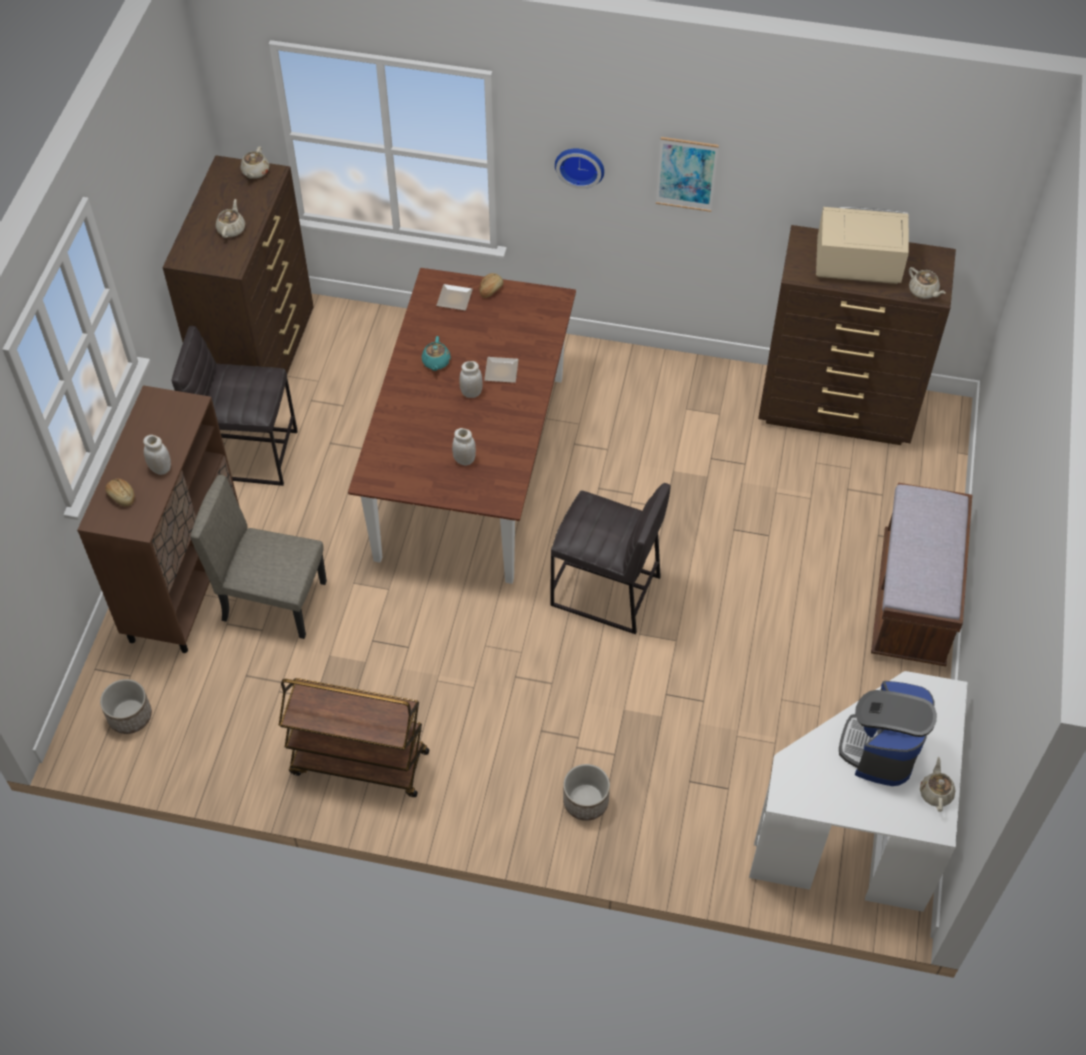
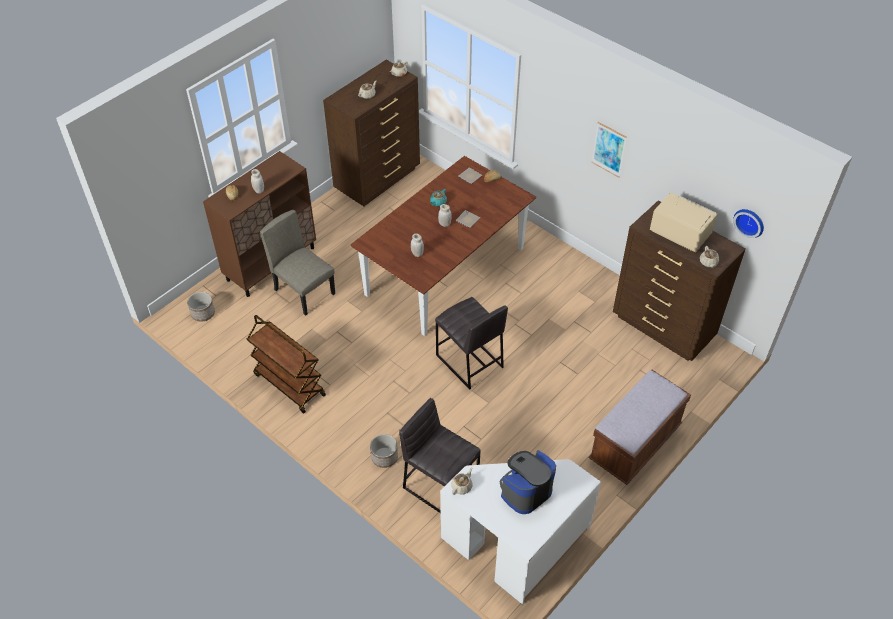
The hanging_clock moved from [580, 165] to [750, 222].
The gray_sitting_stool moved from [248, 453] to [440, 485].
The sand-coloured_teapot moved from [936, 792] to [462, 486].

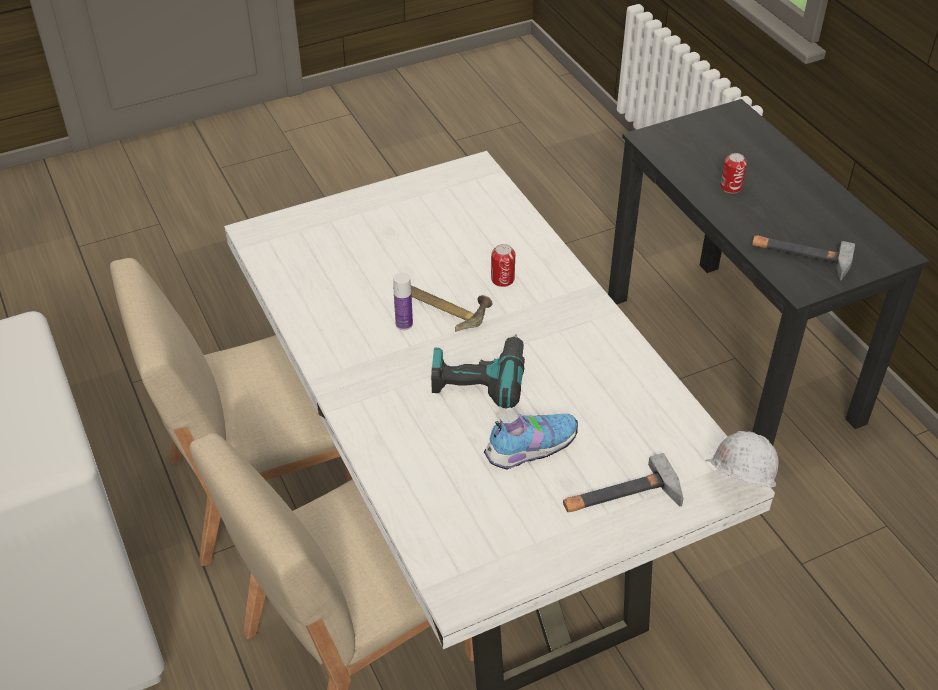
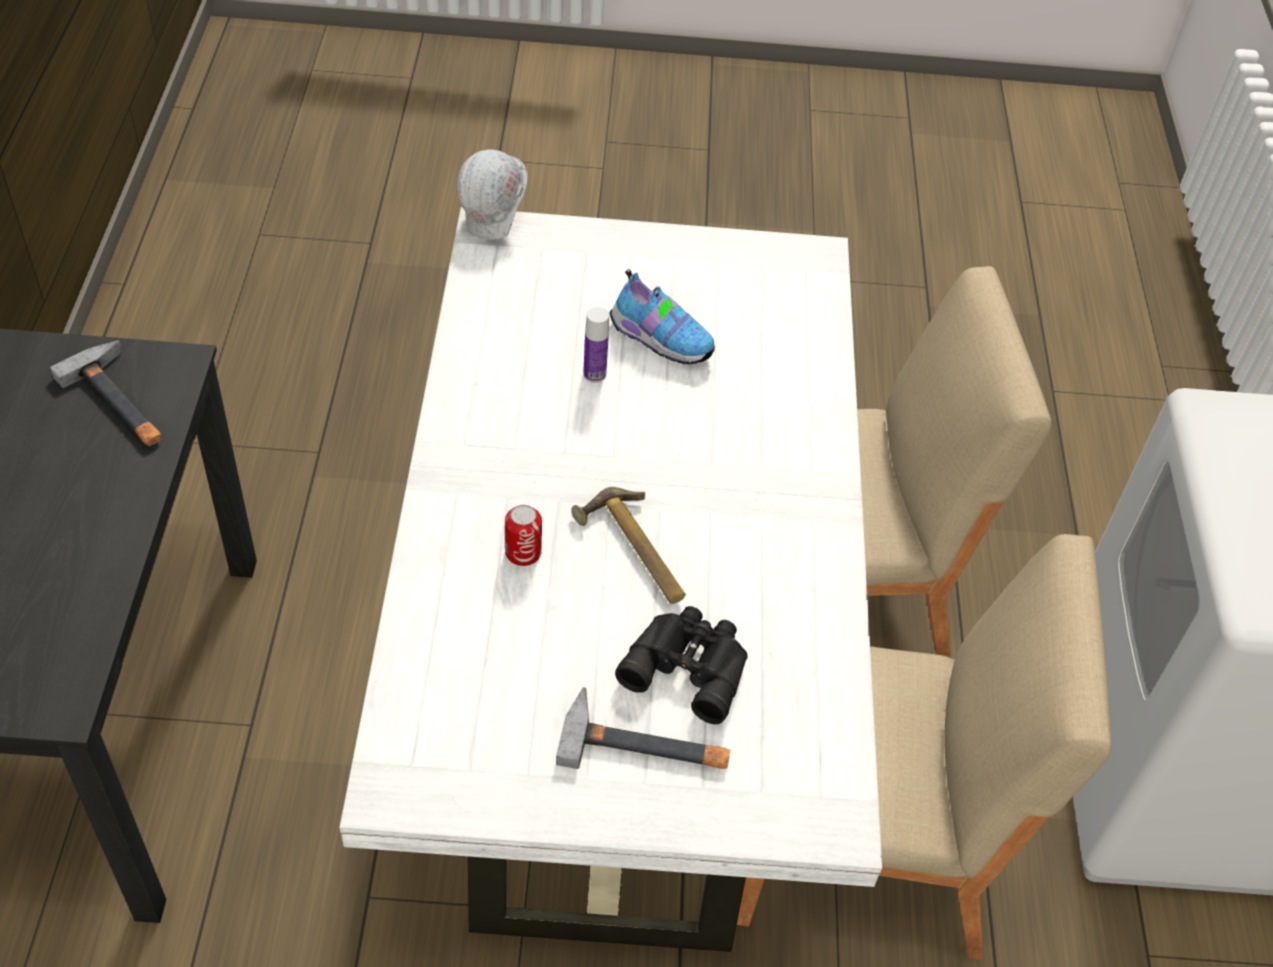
The can at [731, 187] disappeared.
The beverage_bottle moved from [404, 324] to [594, 374].
The electric_drill at [478, 377] disappeared.
The item_of_footwear at [529, 449] turned 150 degrees counterclockwise.
The tool_hammer moved from [621, 497] to [646, 744].
The black_pair_of_binoculars at [688, 665] appeared.

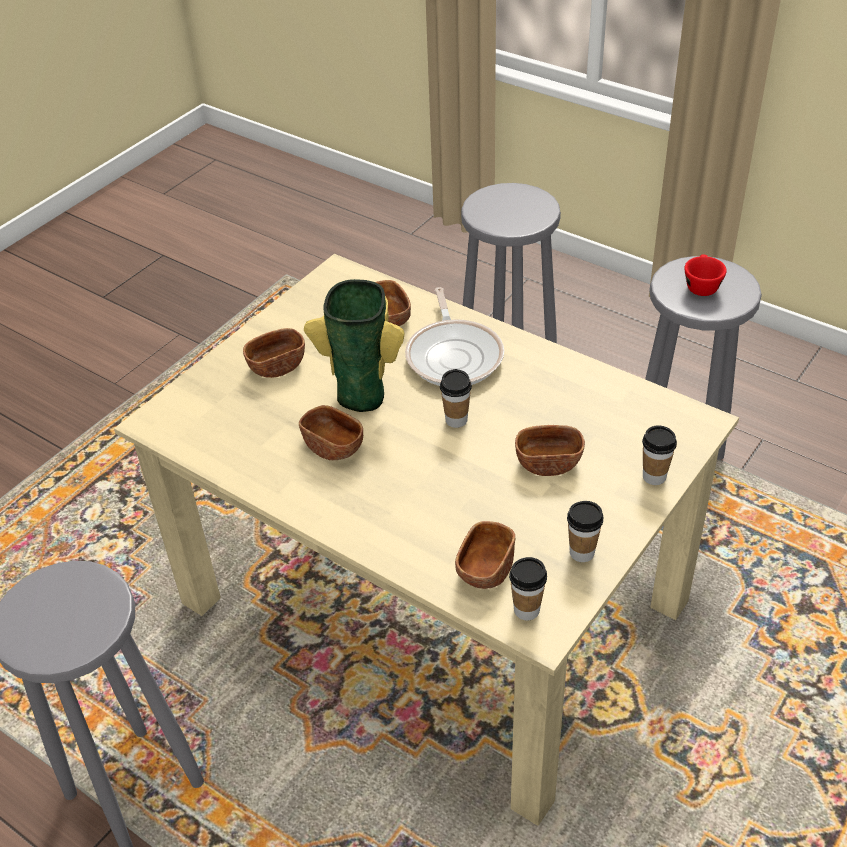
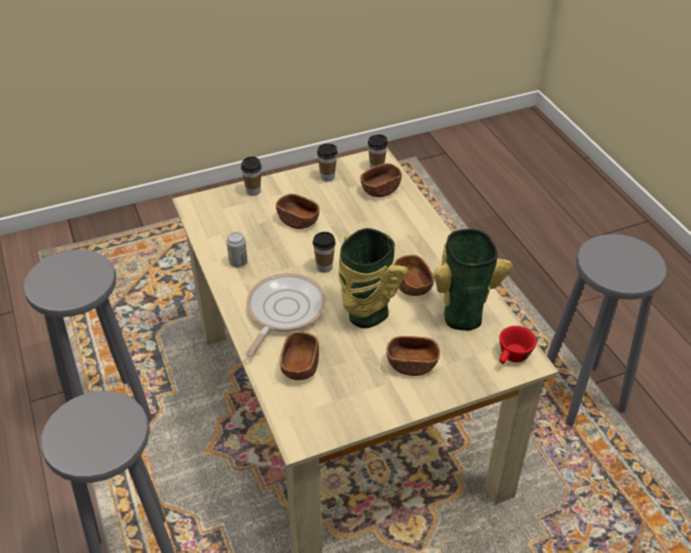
The reddish_small_cup moved from [701, 285] to [512, 357].
The vase at [461, 313] appeared.
The can at [238, 262] appeared.

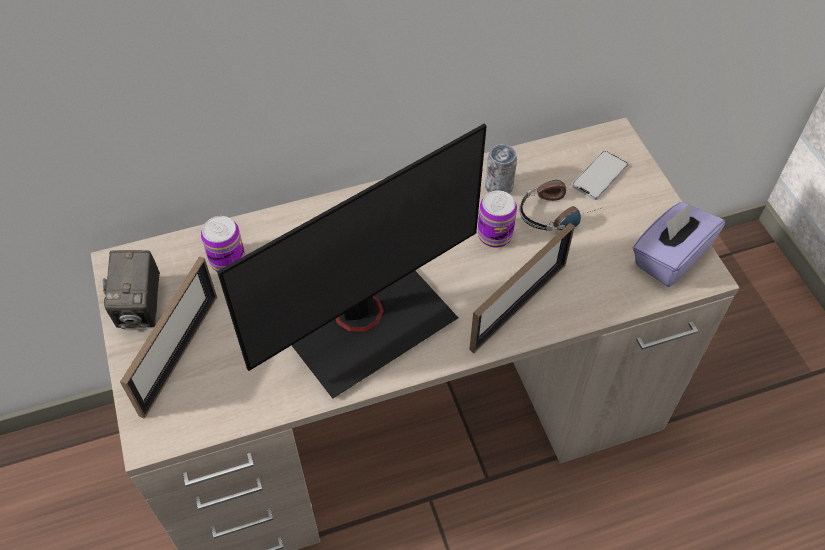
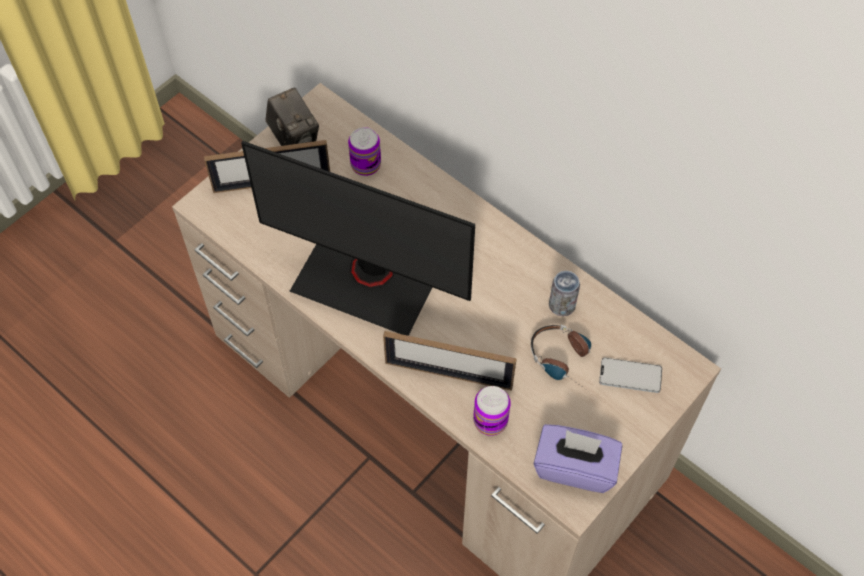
The can moved from [494, 235] to [490, 421].
The still_camera at [141, 307] turned 90 degrees counterclockwise.

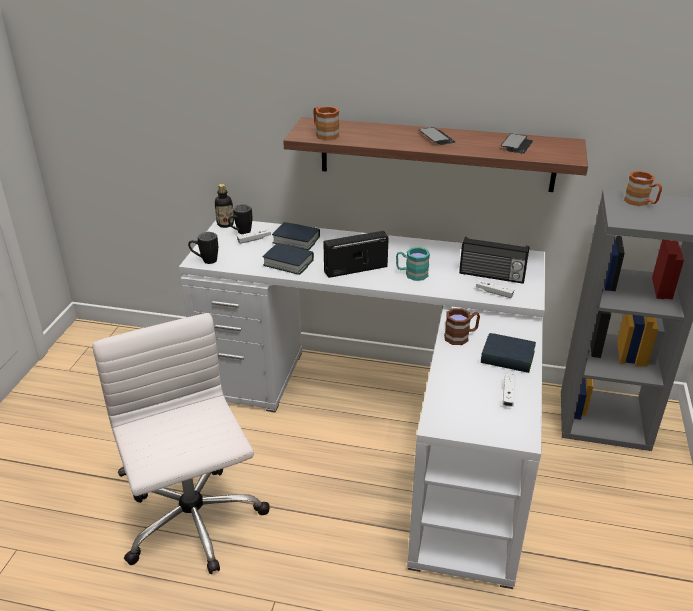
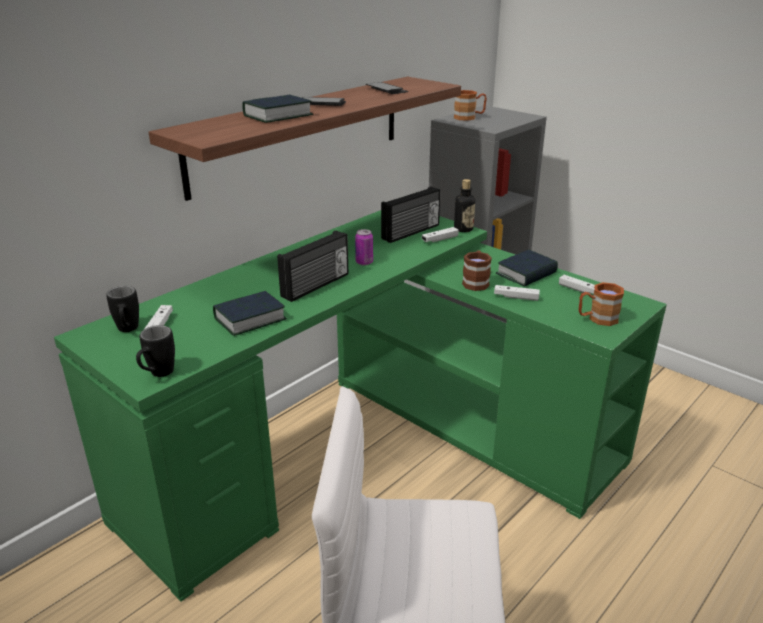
The brownish_tea_mug moved from [324, 134] to [597, 319].
The beverage_bottle moved from [225, 224] to [463, 229].
The white-coloured_desk at [390, 422] became the green_desk at [376, 446].
The bound_book moved from [296, 240] to [277, 115].
The radio at [355, 268] turned 150 degrees counterclockwise.
The blue-green_tea_mug at [411, 274] was replaced by the can at [364, 262].
The white-coloured_joypad at [516, 297] appeared.

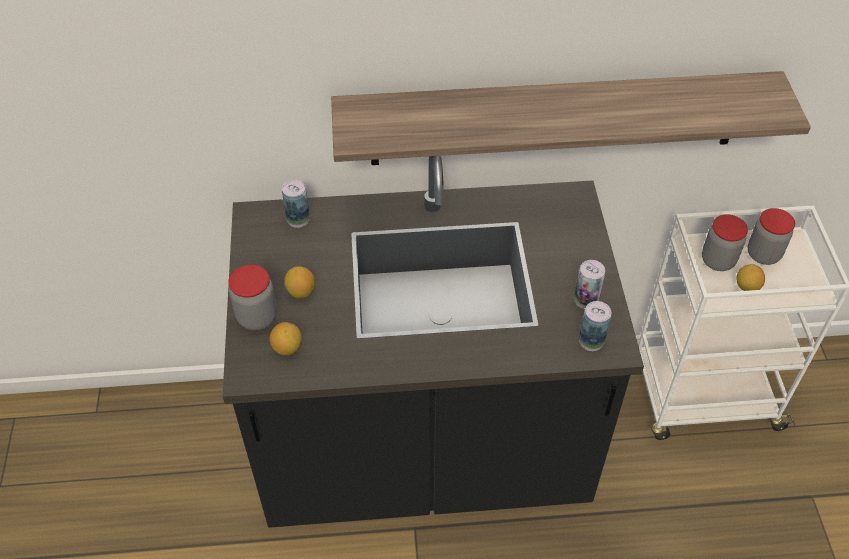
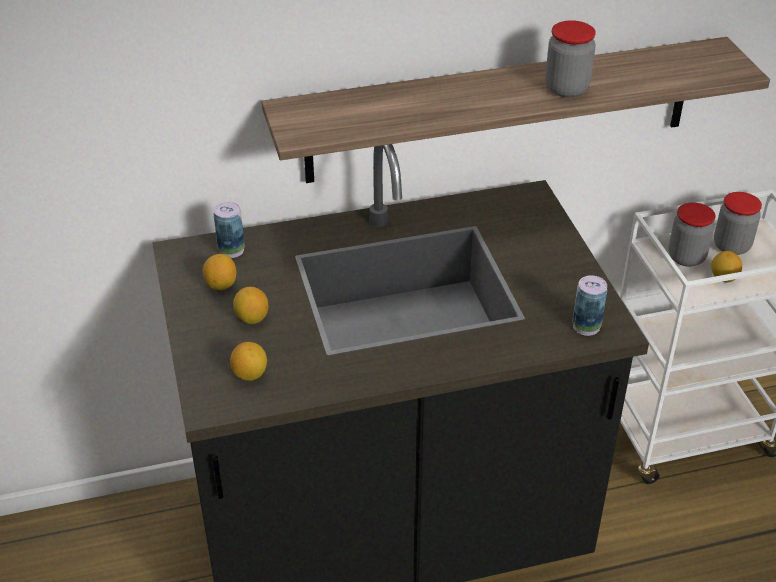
The can at [586, 300] disappeared.
The jar moved from [257, 317] to [566, 88].
The citrus_fruit at [221, 285] appeared.

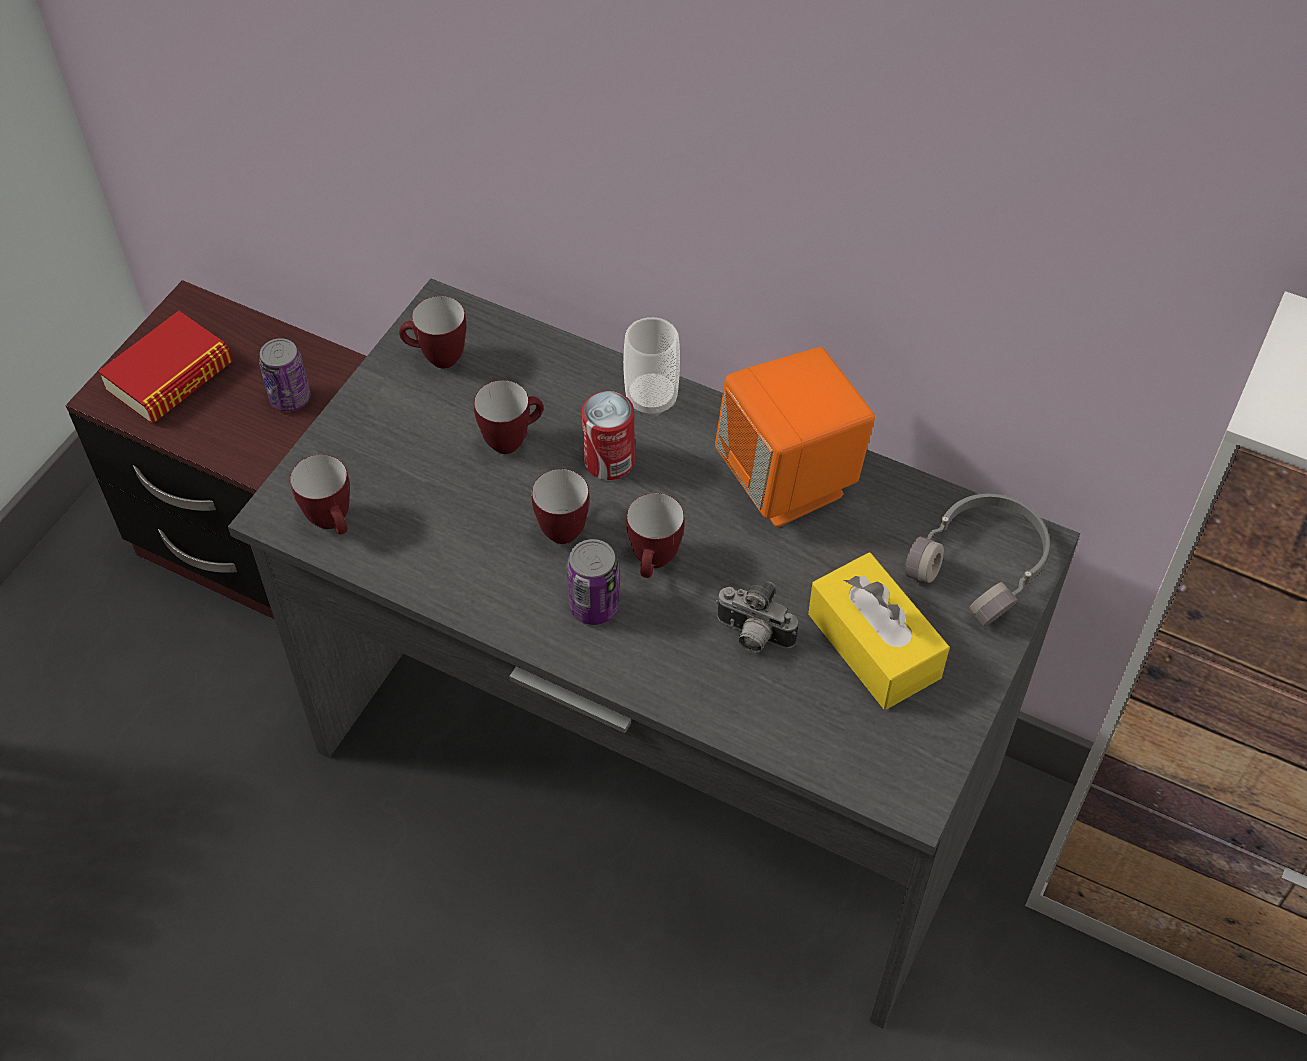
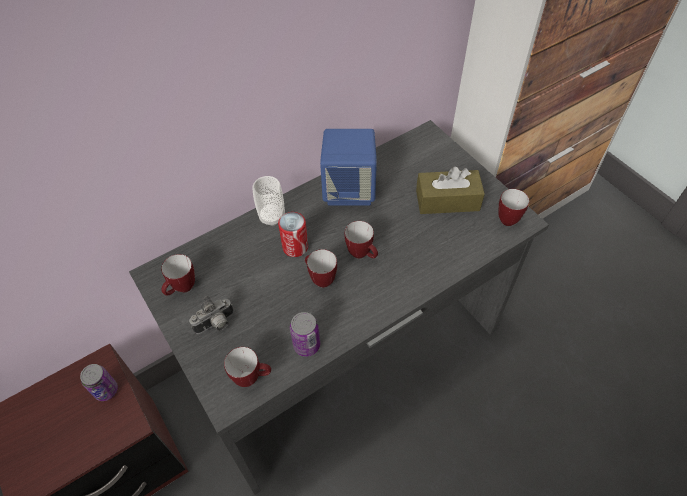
The bound_book at [170, 377] disappeared.
The orangey_loudspeaker at [789, 481] became the blue_loudspeaker at [349, 190].
The tea_mug moved from [512, 440] to [506, 217].
The gray_headphones at [982, 565] disappeared.
The can moved from [594, 606] to [306, 345].
The yellow_box_of_tissues at [874, 645] became the brownish_box_of_tissues at [447, 200].
The still_camera moved from [752, 636] to [216, 324].

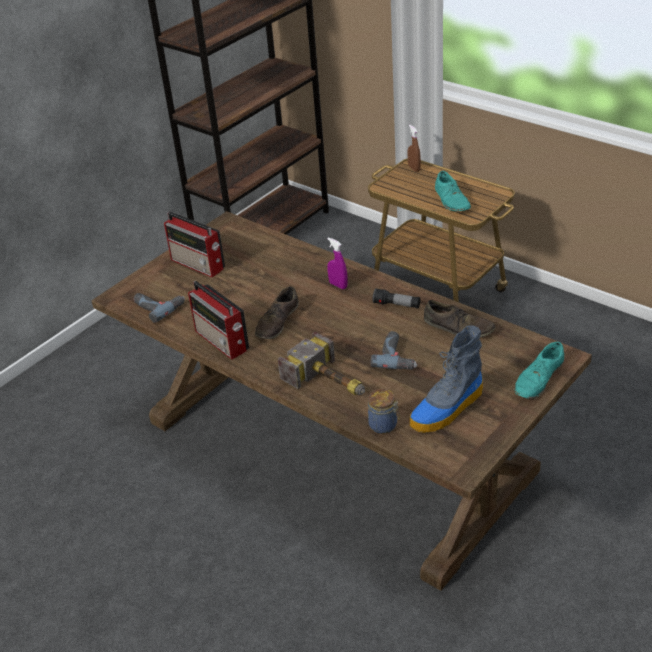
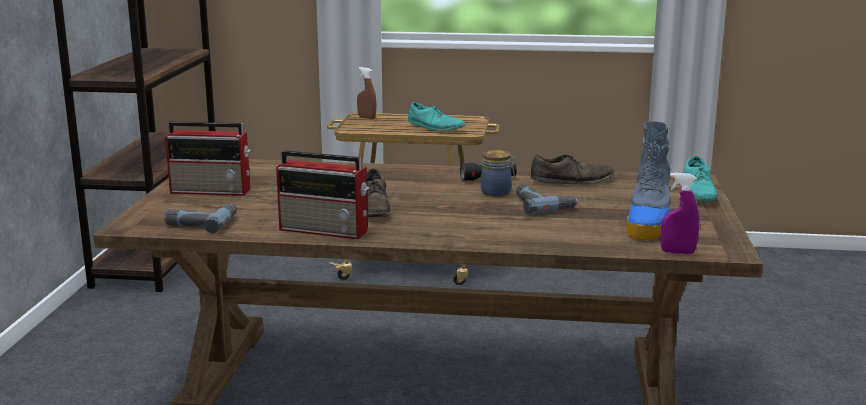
The purplish_spray_bottle moved from [338, 285] to [677, 252].
The tool_hammer at [331, 383] disappeared.
The jar moved from [384, 425] to [497, 193].

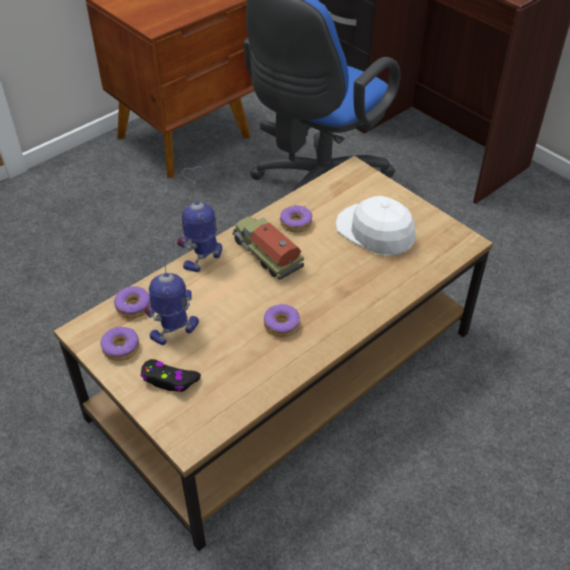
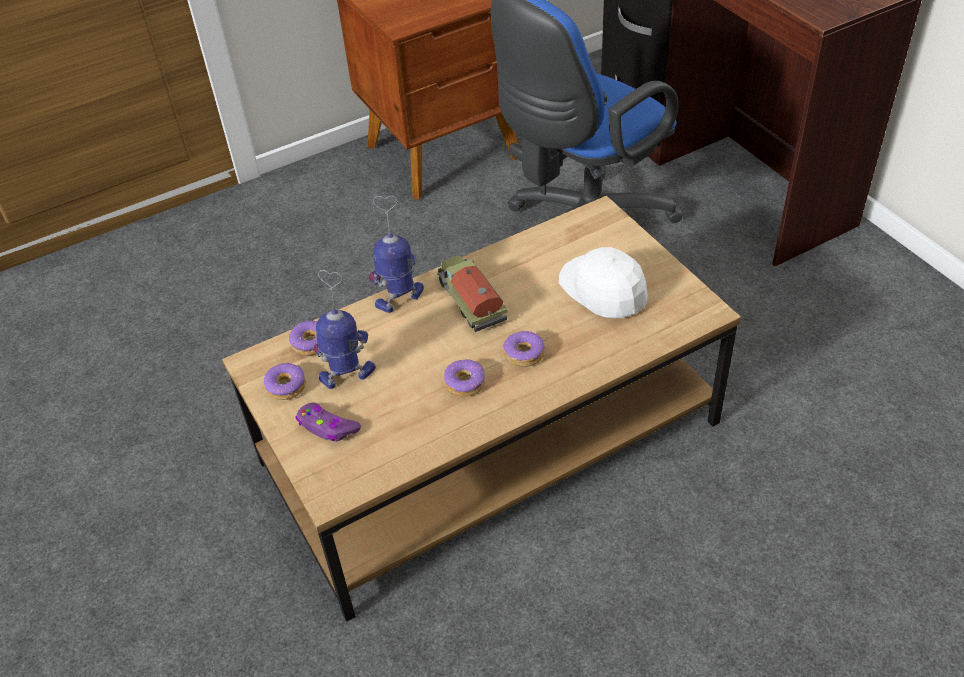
The ring_doughnut moved from [295, 223] to [523, 354].
The black_joypad at [169, 380] became the purplish_joypad at [327, 427].

